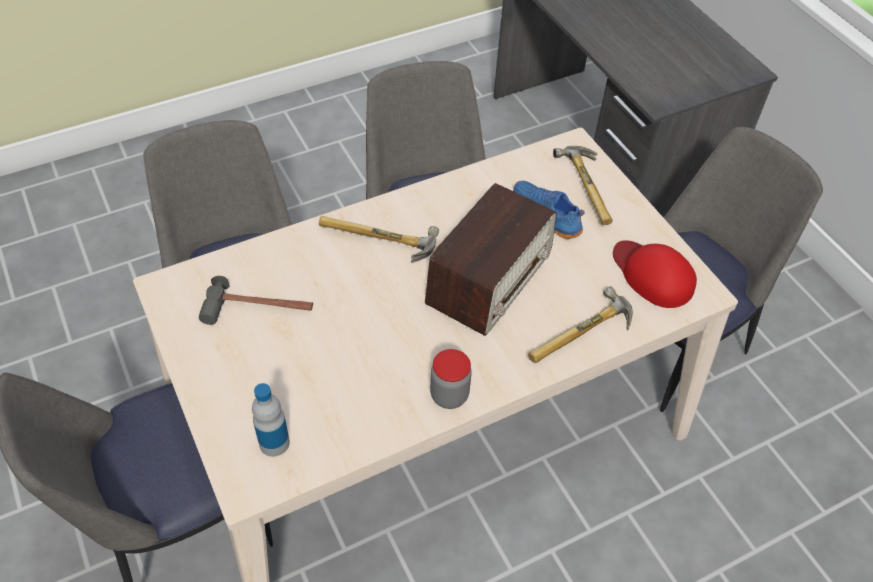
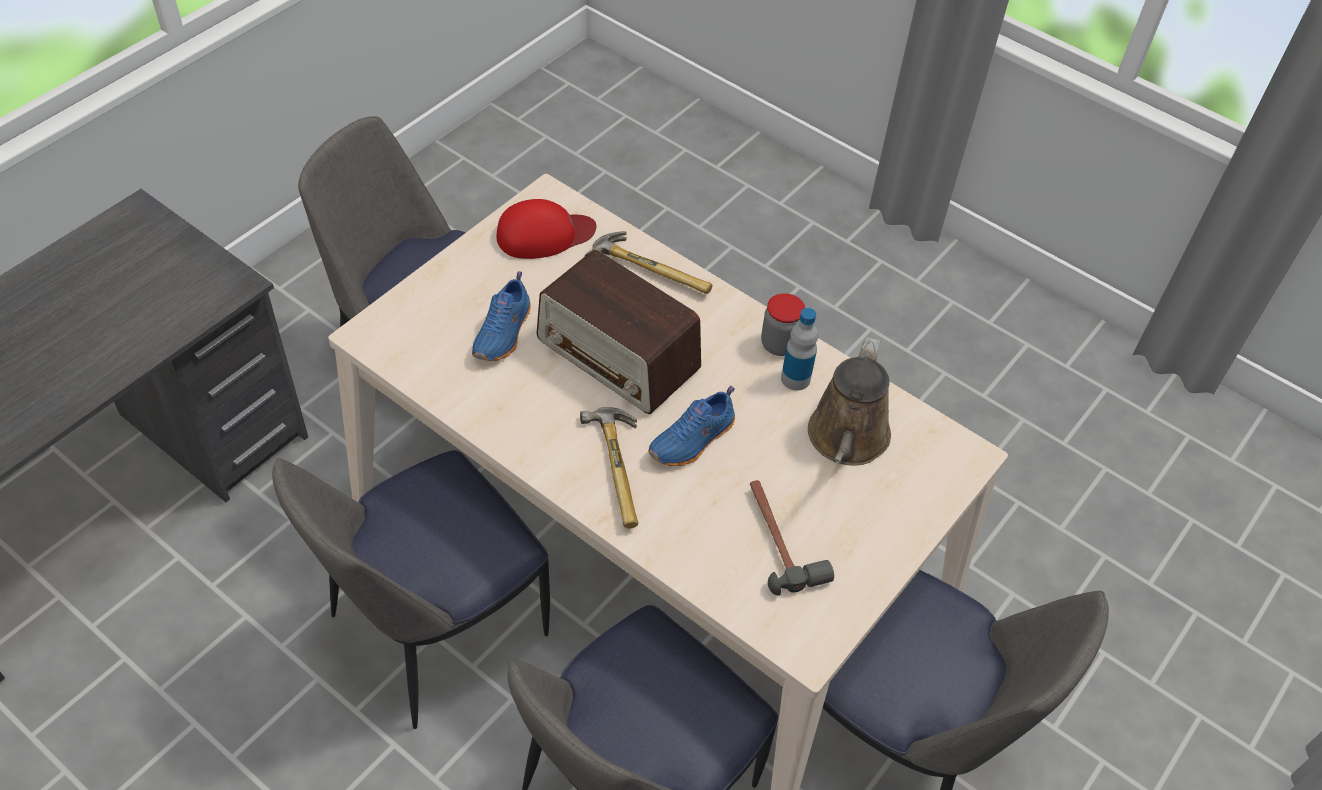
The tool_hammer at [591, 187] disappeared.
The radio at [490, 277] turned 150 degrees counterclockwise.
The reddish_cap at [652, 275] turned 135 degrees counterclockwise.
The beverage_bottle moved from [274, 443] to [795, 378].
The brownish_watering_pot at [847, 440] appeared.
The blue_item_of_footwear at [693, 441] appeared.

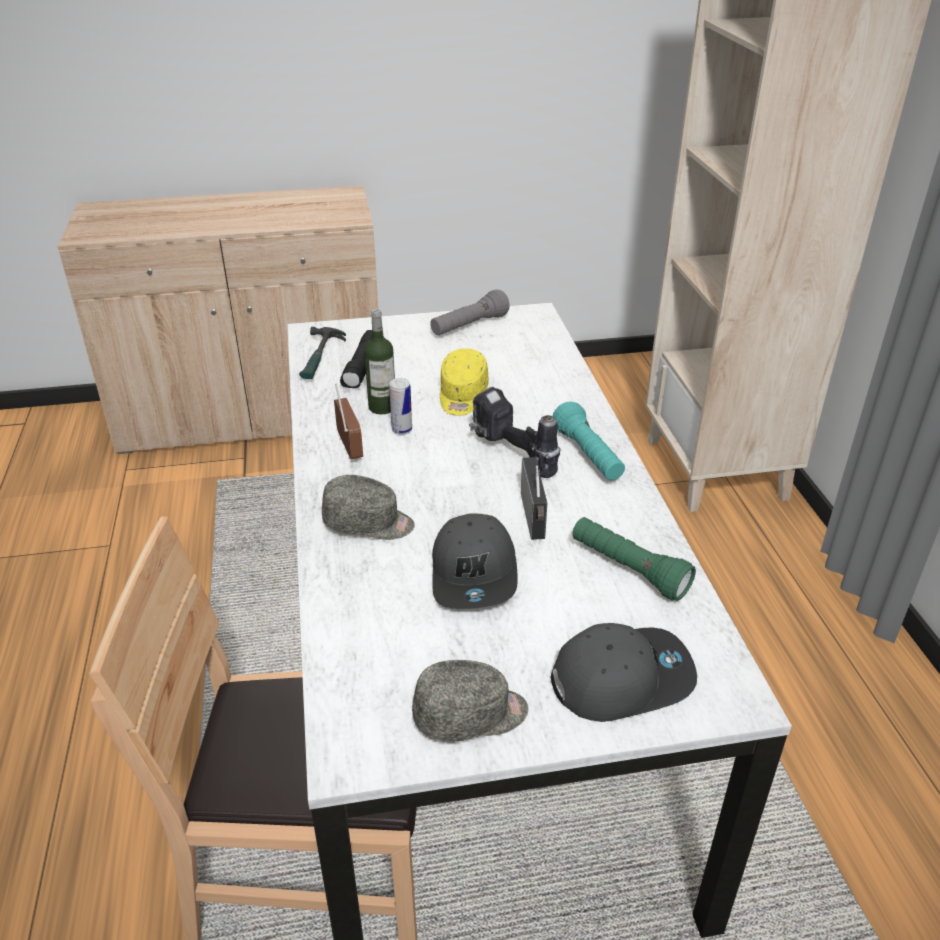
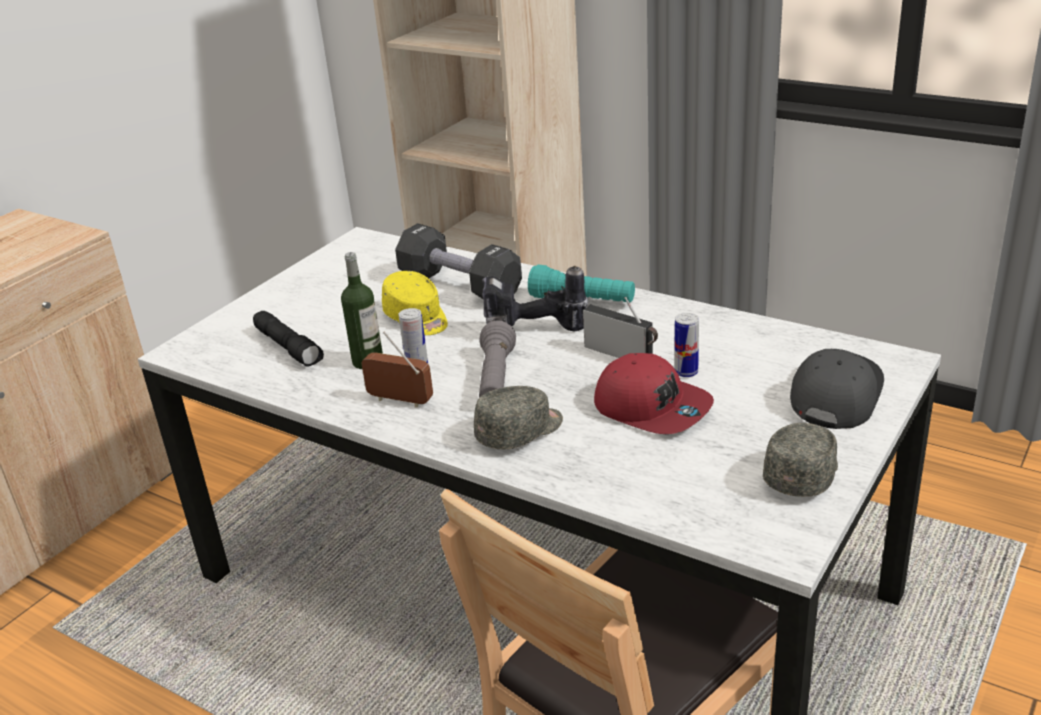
The gray_torch moved from [469, 326] to [496, 379].
The tool_hammer at [320, 357] disappeared.
The gray_cap at [475, 574] became the reddish_cap at [652, 407].
The green_torch at [628, 570] disappeared.
The black_hand_weight at [460, 285] appeared.
The can at [686, 372] appeared.

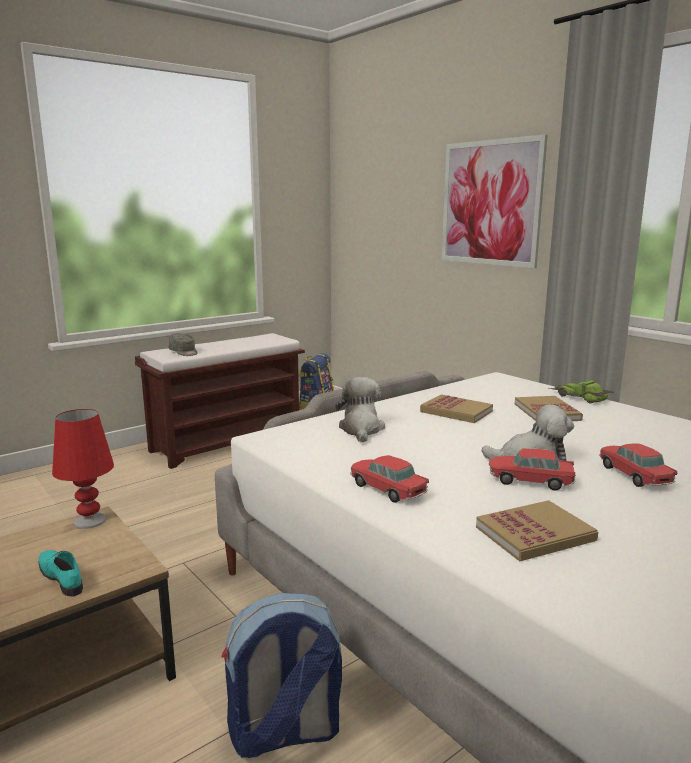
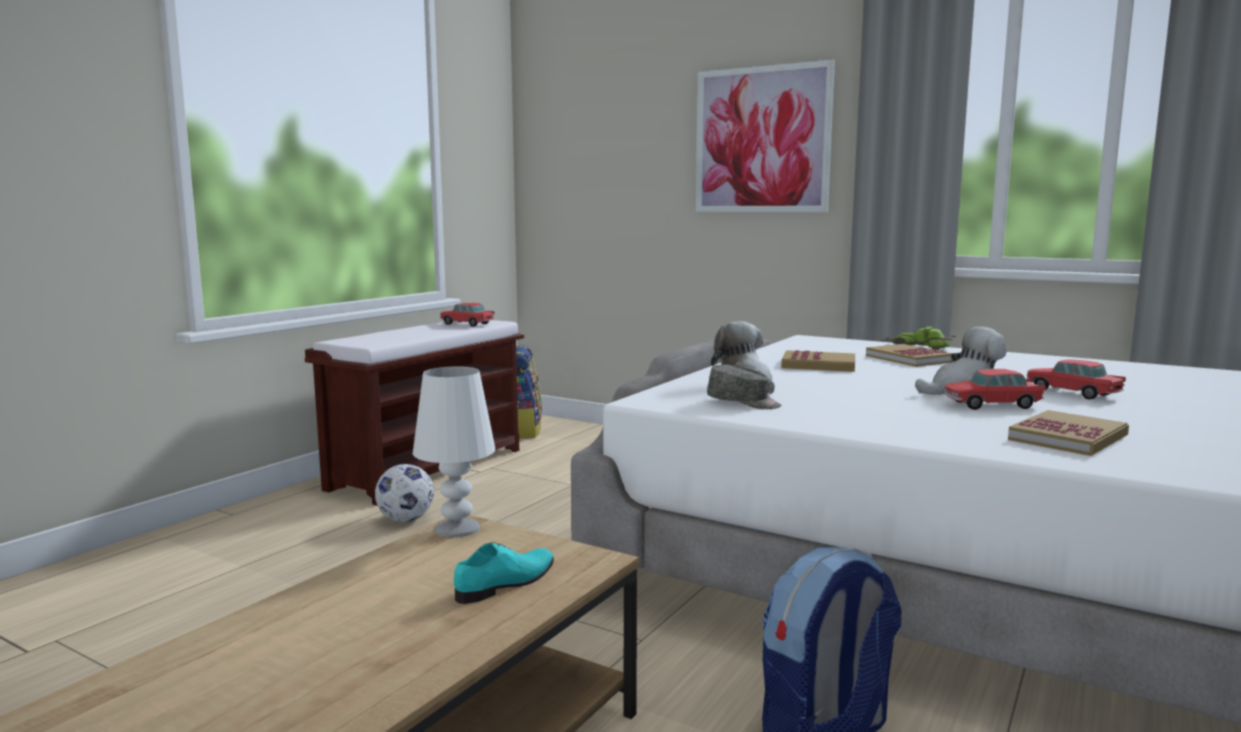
The gray_cap moved from [184, 352] to [744, 403].
The reddish_table_lamp at [90, 521] became the white-coloured_table_lamp at [458, 528].
The model_car moved from [387, 489] to [466, 324].
The blue-green_item_of_footwear at [62, 576] turned 105 degrees clockwise.
The football at [406, 519] appeared.

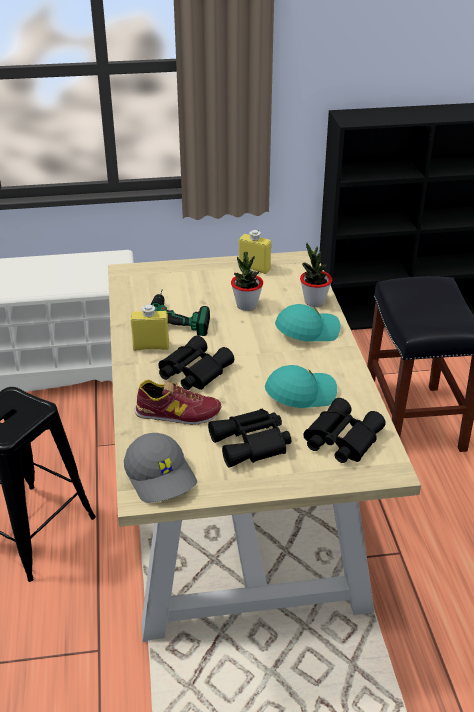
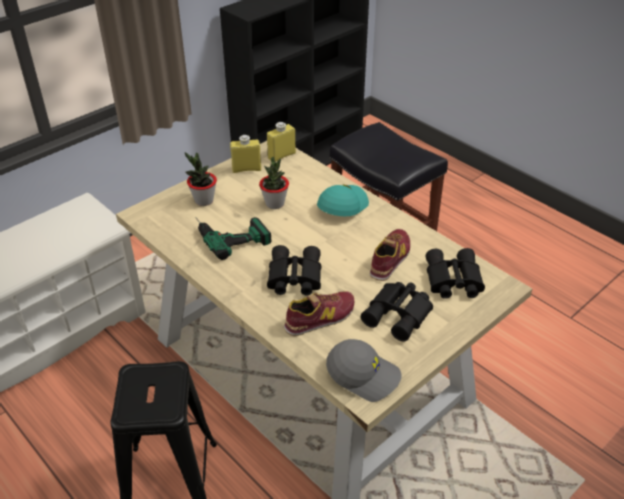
The houseplant moved from [314, 301] to [204, 200].
The yellow_beverage_bottle moved from [151, 346] to [281, 156].
The blue-green_cap at [300, 394] was replaced by the item_of_footwear at [390, 259].

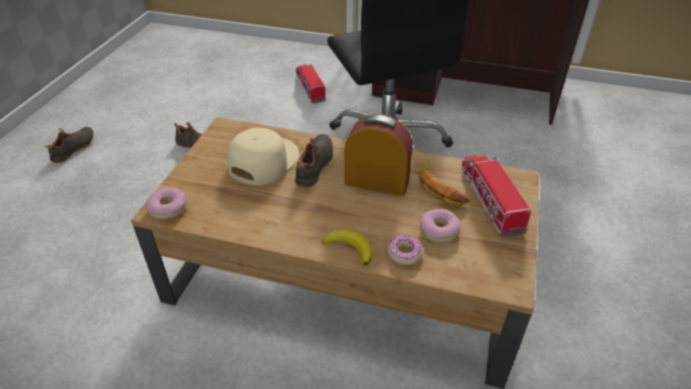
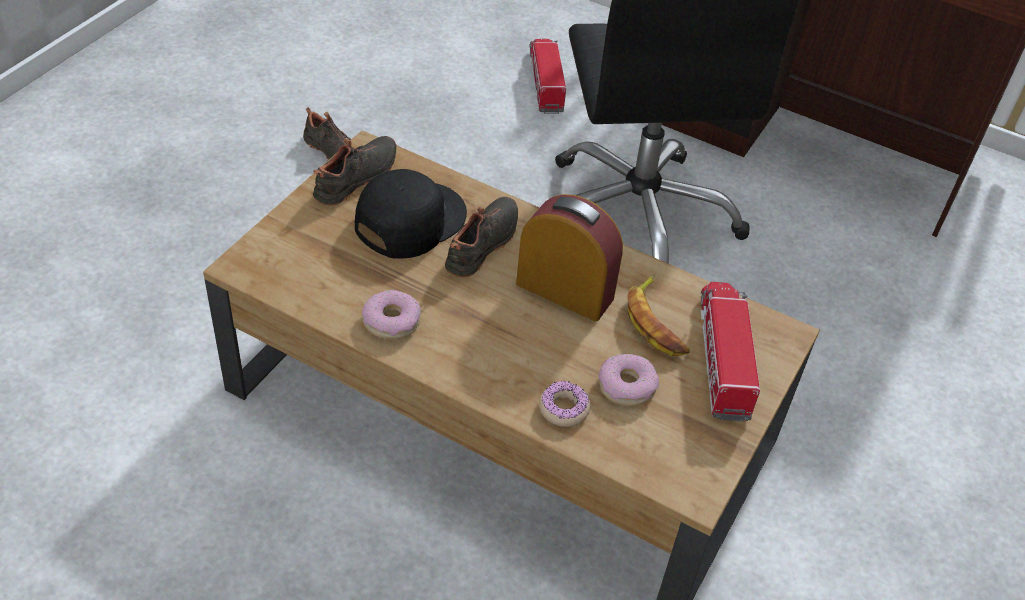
The black_item_of_footwear moved from [74, 149] to [358, 179].
The sand-coloured_cap at [262, 161] became the black_cap at [409, 220].
The ring_doughnut moved from [167, 208] to [391, 321].
The banana_fruit at [350, 248] disappeared.

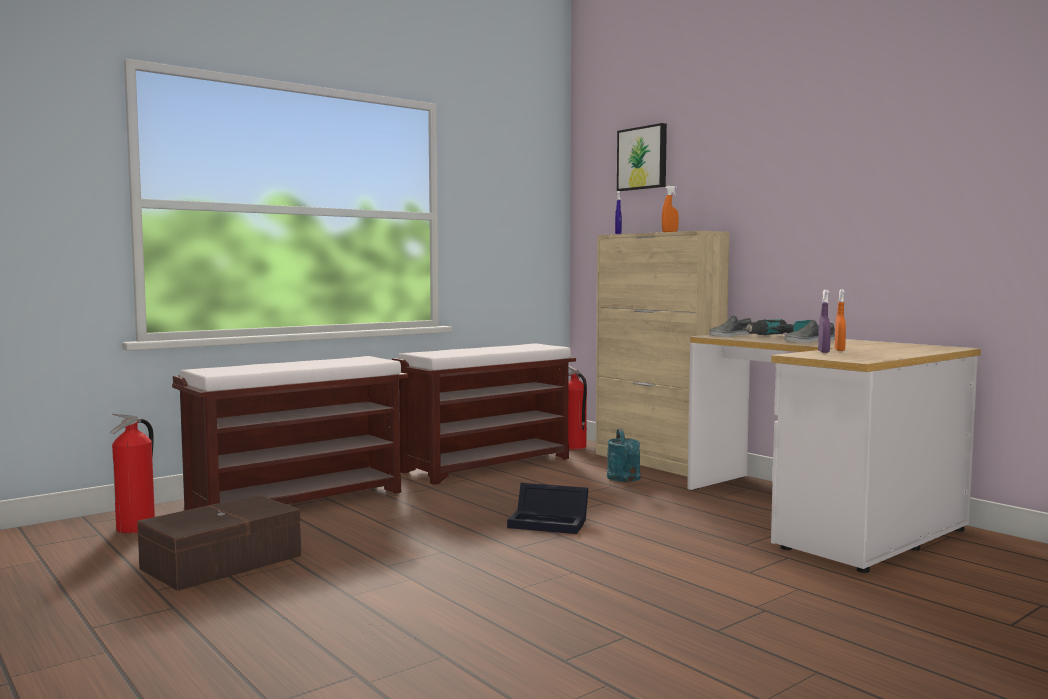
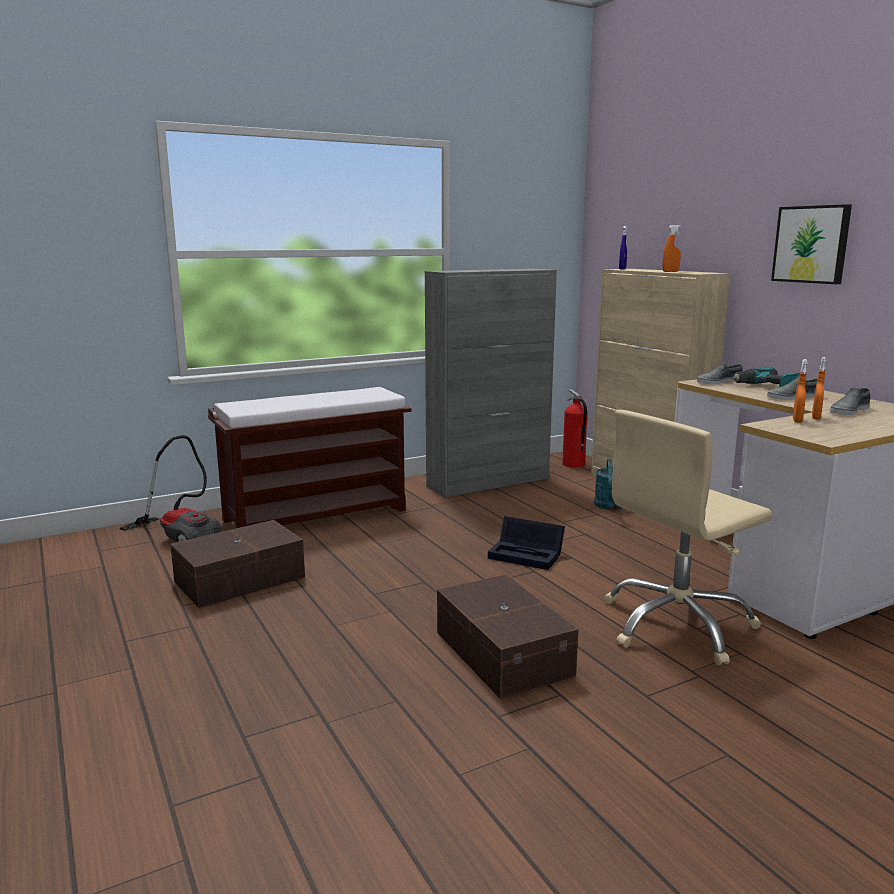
The picture moved from [643, 158] to [812, 244].
The purplish_spray_bottle at [823, 352] became the orangey_spray_bottle at [797, 421].
The brownish_long_seat at [487, 464] was replaced by the gray_cupboard at [489, 482].
The fire-fighting_cylinder at [137, 528] was replaced by the vacuum at [182, 536].
The gray_item_of_footwear at [849, 411] appeared.
The sand-coloured_computer_chair at [677, 625] appeared.
The brownish_storage_bin at [504, 652] appeared.

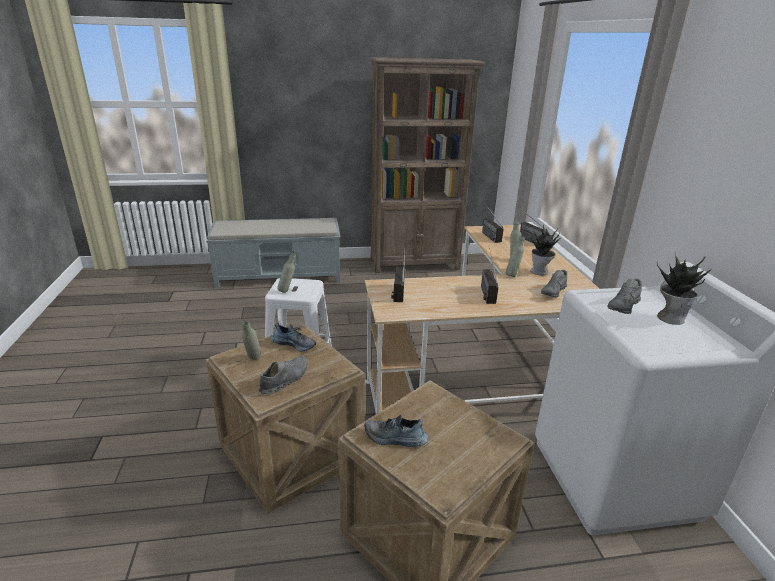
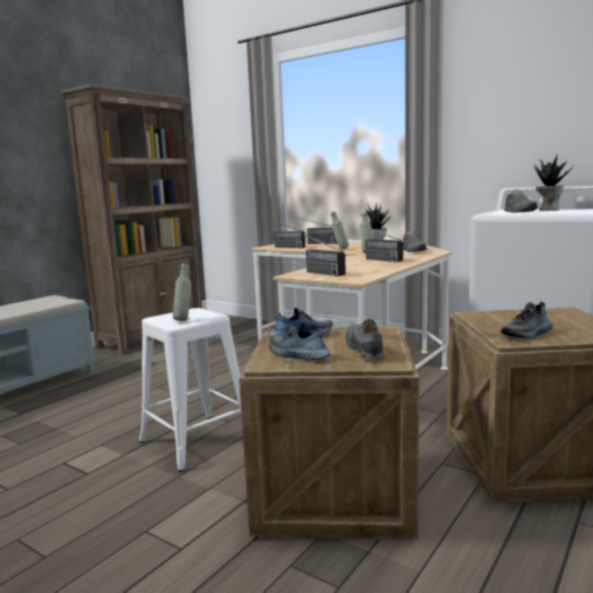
The gray_beverage_bottle at [253, 360] was replaced by the item_of_footwear at [297, 355].

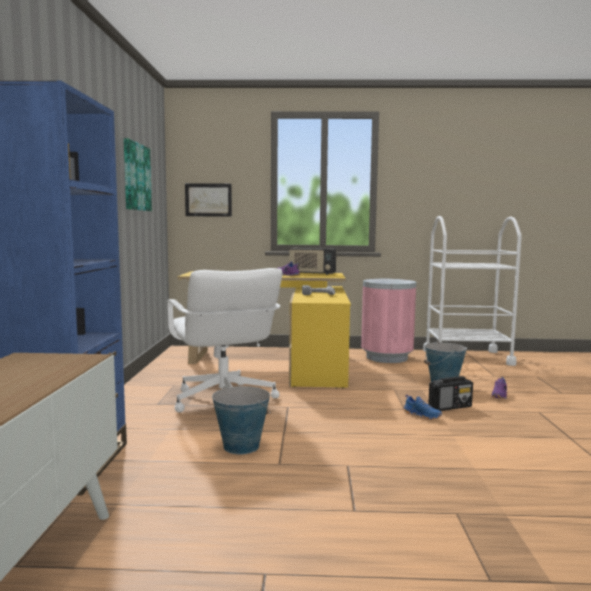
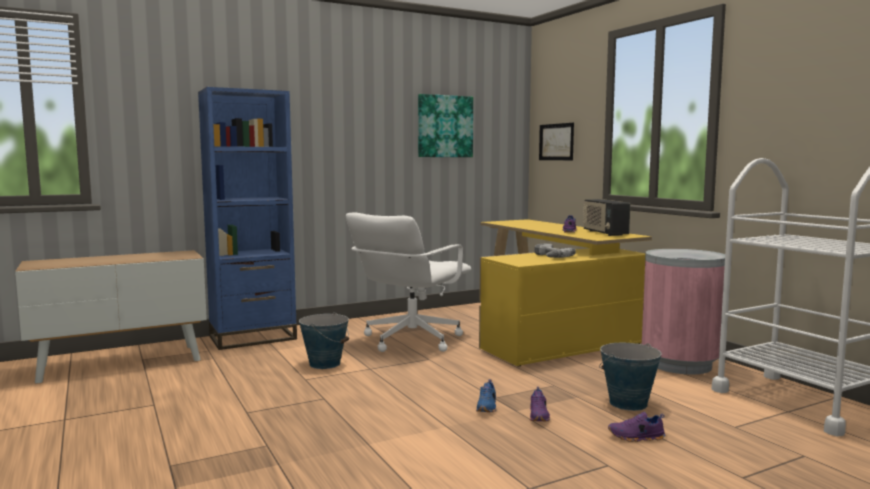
The radio at [450, 407] was replaced by the purplish_item_of_footwear at [539, 416].

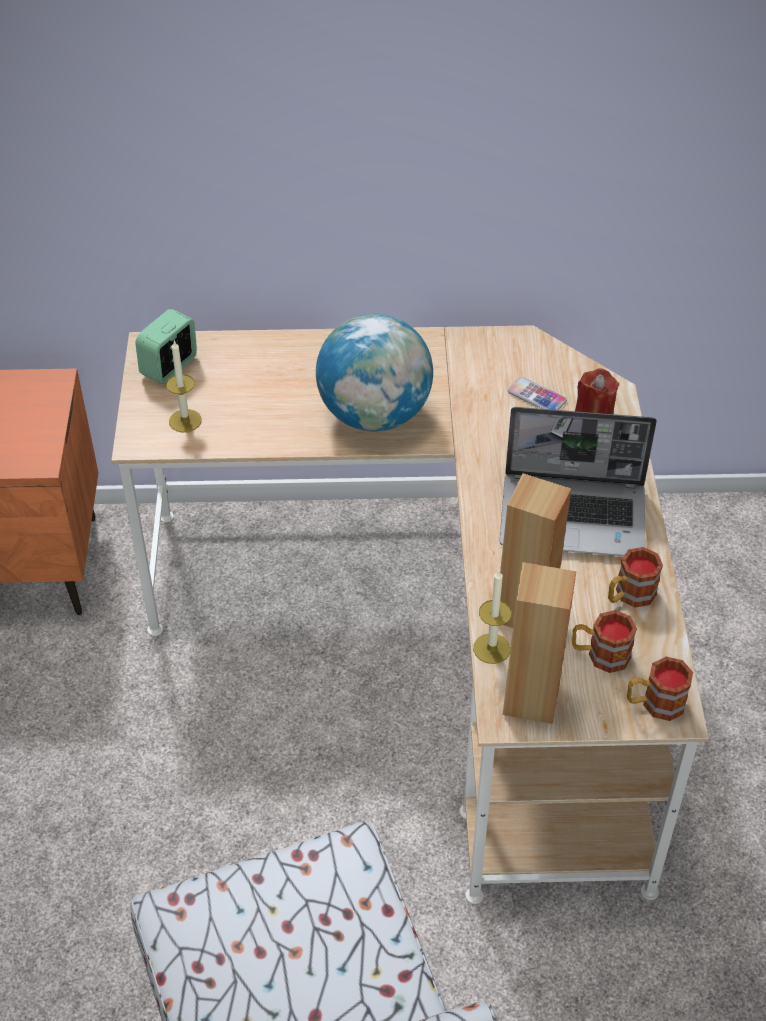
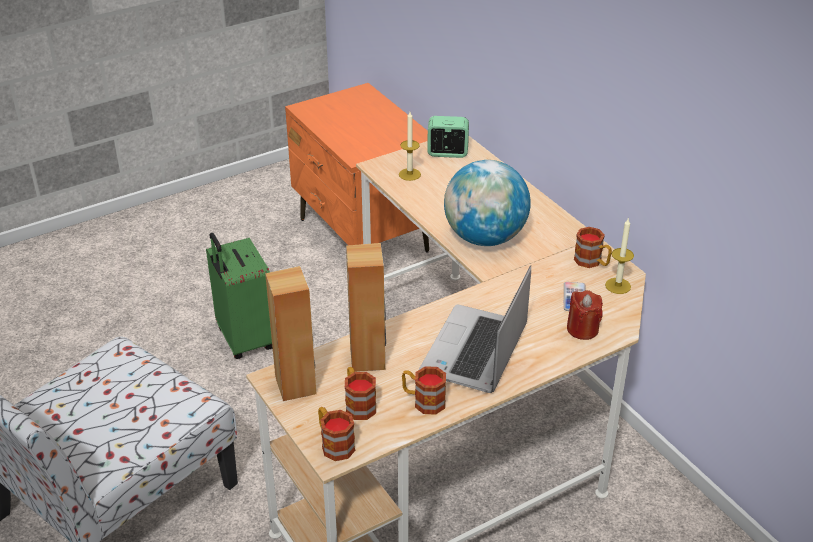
The portable_computer at [574, 516] turned 45 degrees clockwise.
The wax_candle moved from [491, 648] to [618, 286].
The tea_mug at [592, 262] appeared.
The green_suitcase at [244, 340] appeared.

